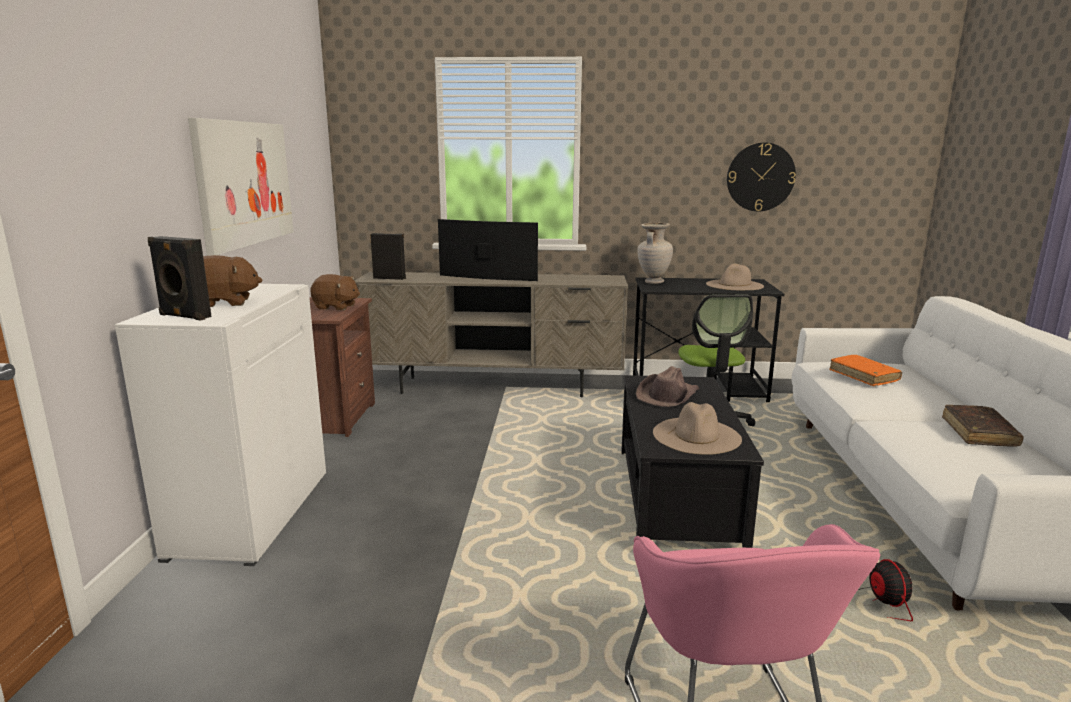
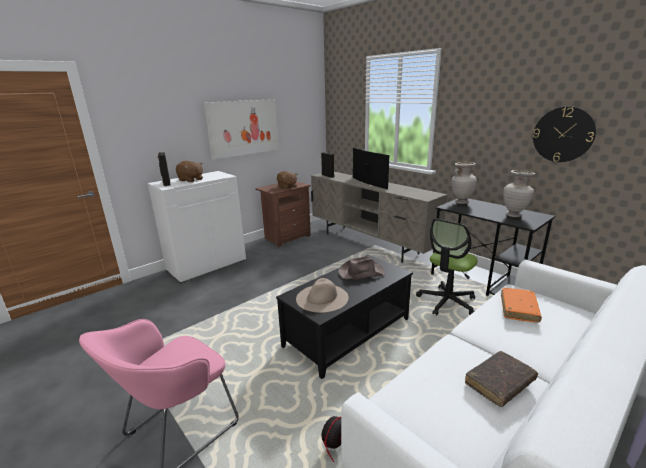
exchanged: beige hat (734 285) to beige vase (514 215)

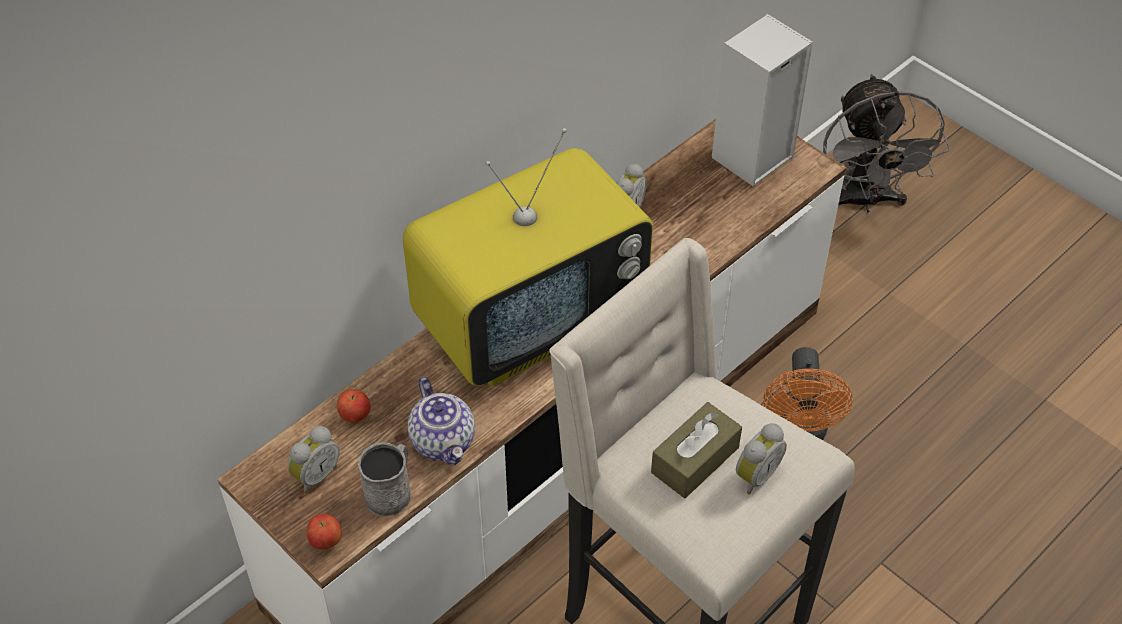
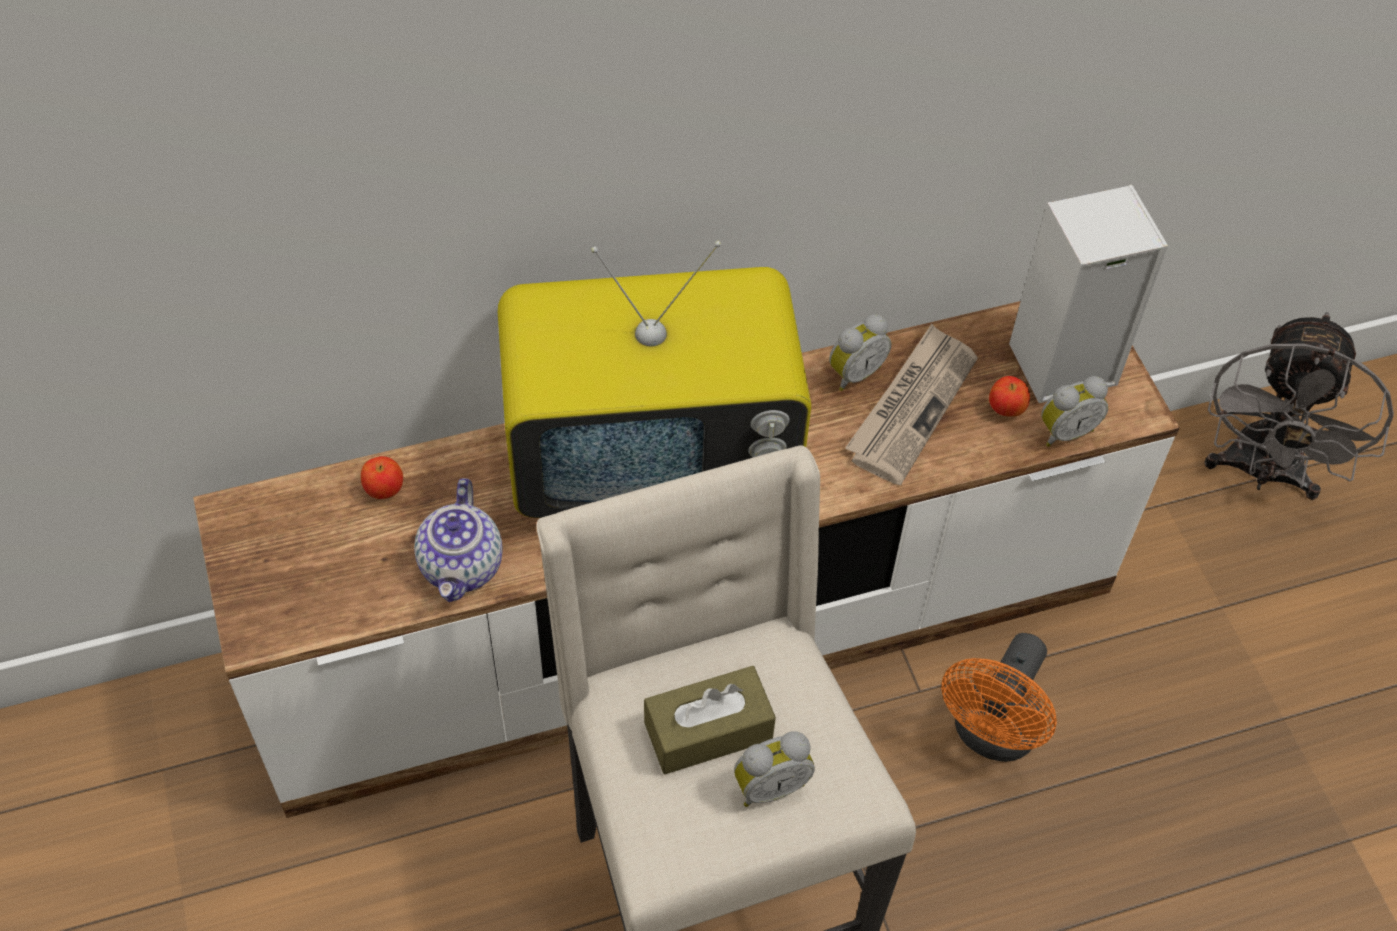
missing: grey mug (391 491)
appeared: newspaper (911 406)
relocated: apple (326 541) to (1006 409); alarm clock (315 475) to (1065 431)

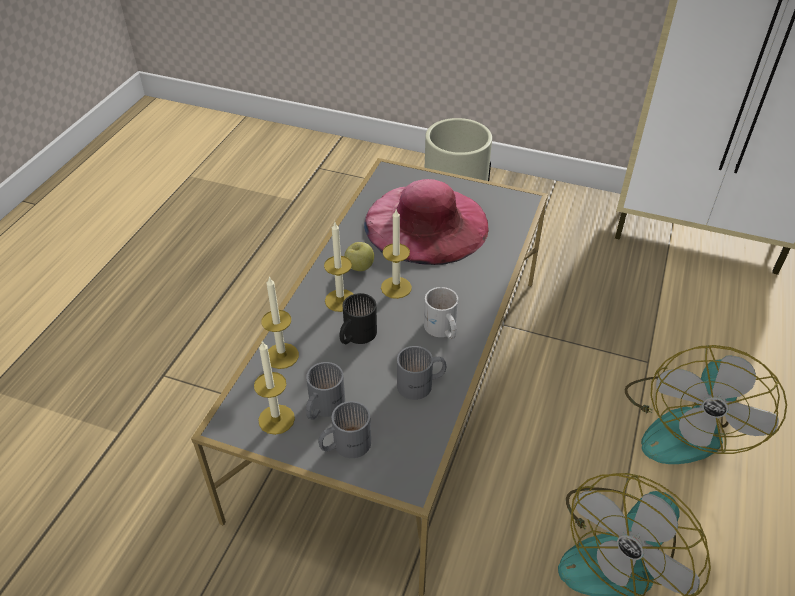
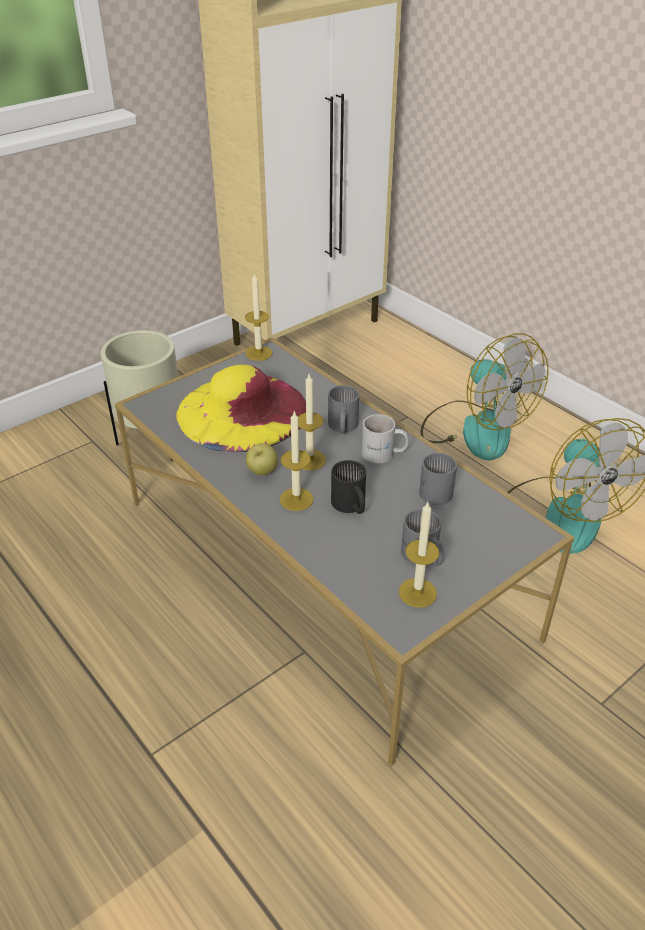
relocated: candle (282 356) to (259 353); grey mug (345 444) to (341 427)
colour: pink hat (426 223) to yellow hat (242 411)

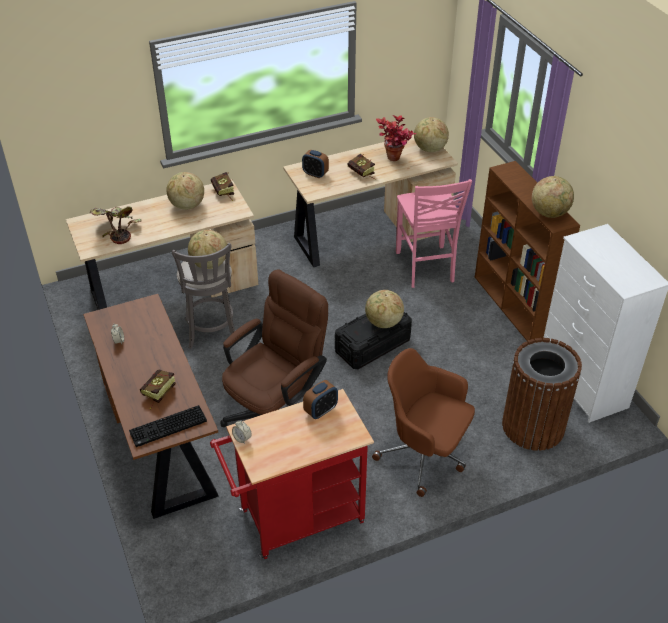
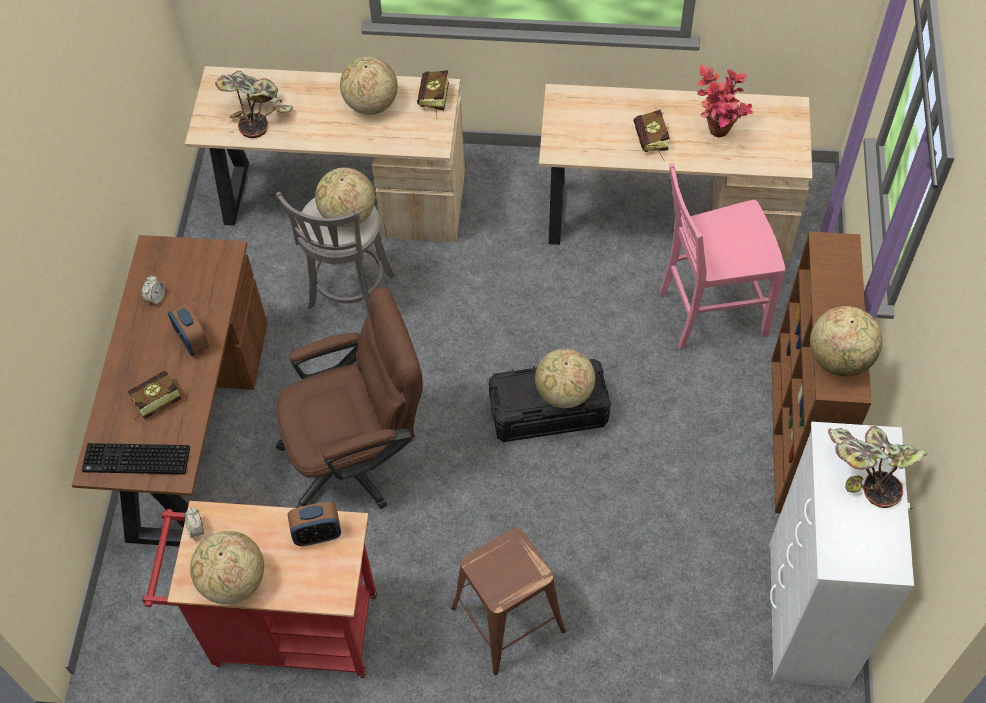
missing: brown trash can (533 426)
appeared: potted plant (867 470)
relocated: alarm clock (315 174) to (192 341); globe (429 149) to (233 581)
exchanged: brown office chair (424 455) to brown stool (507 618)
spun: pink chair (425 267) = (709 312) 60 degrees clockwise

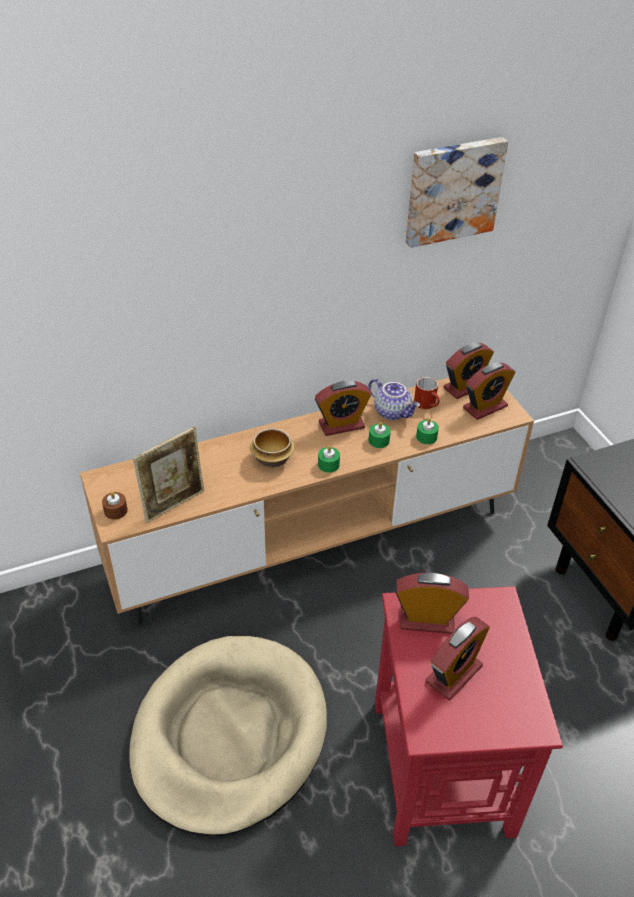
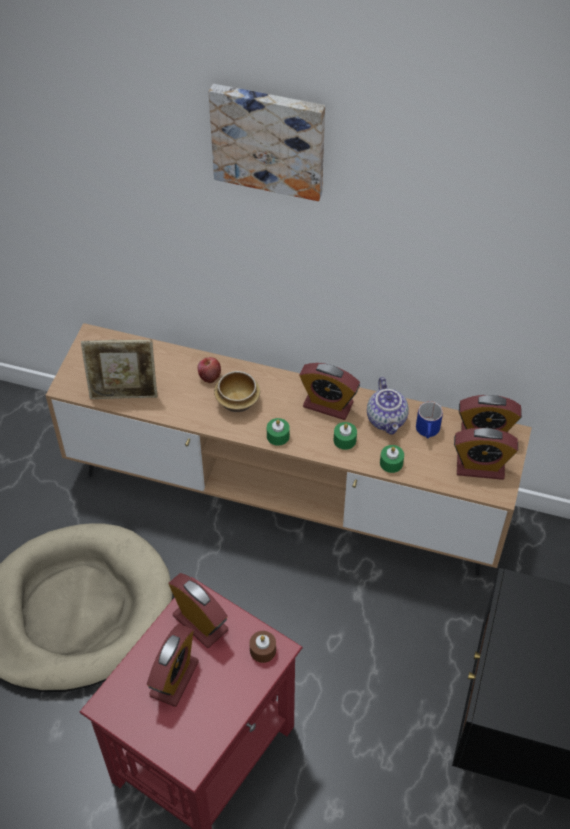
appeared: apple (209 375)
relocated: picture (452 190) to (269 139); brown candle (115 510) to (263 650)
colour: red mug (428 404) to blue mug (428 431)
spun: alarm clock (453 674) = (174 678) 60 degrees counterclockwise

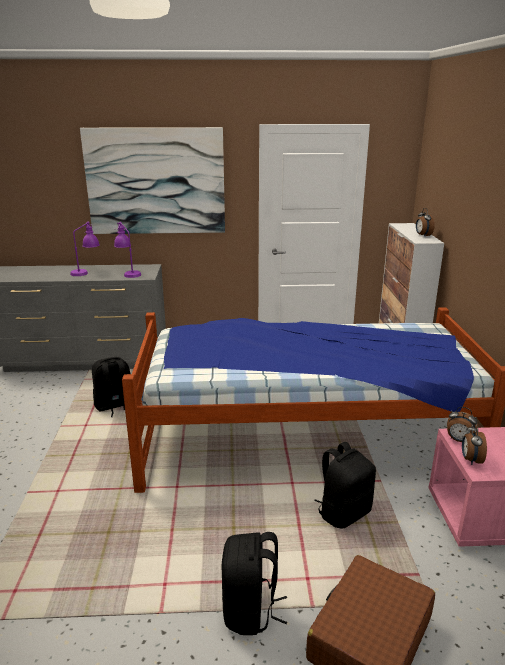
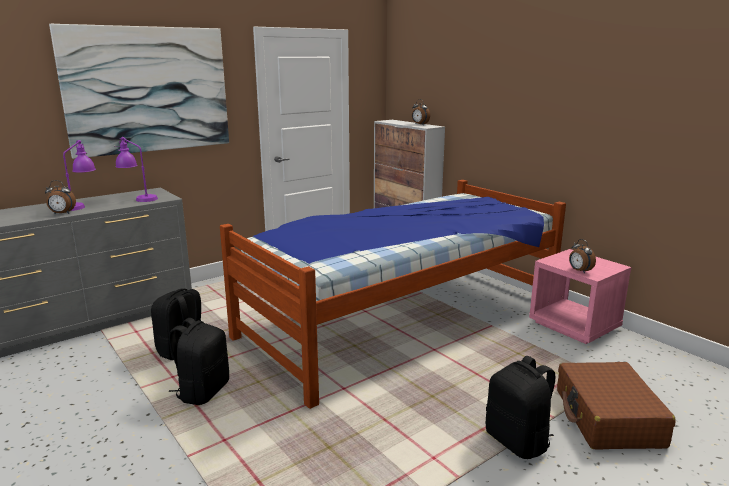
relocated: alarm clock (459 440) to (62 213); black backpack (343 512) to (202 391)

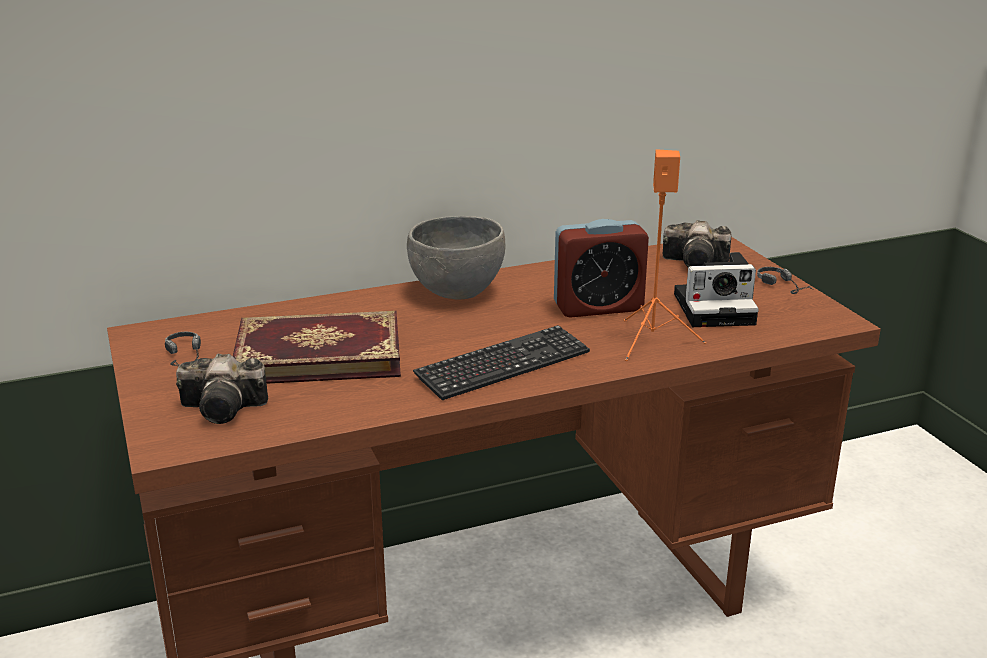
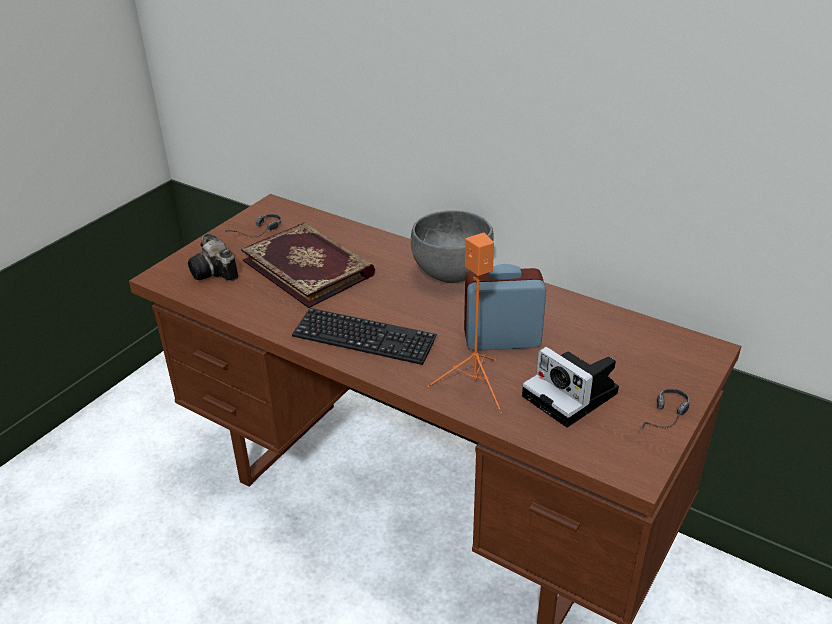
missing: photo camera (698 263)
spun: alarm clock (598 307) = (502 339) 135 degrees clockwise

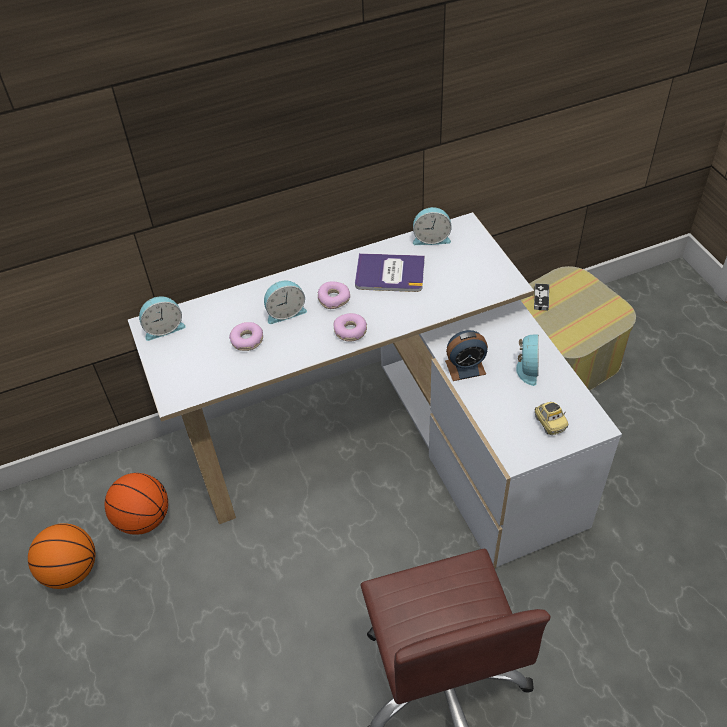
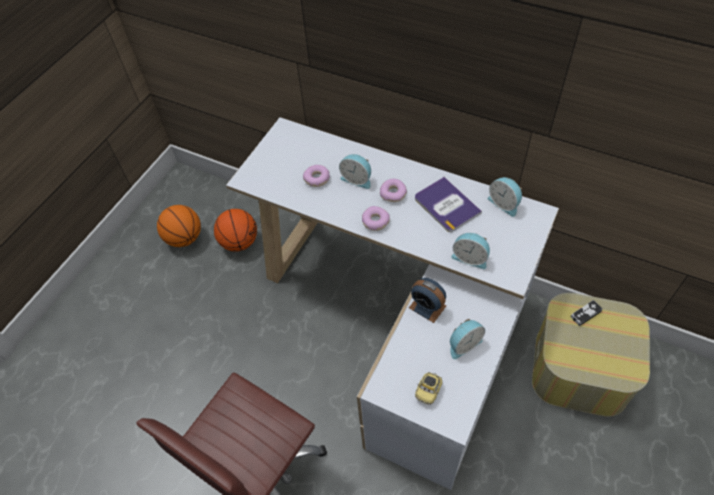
relocated: alarm clock (163 328) to (470 257)

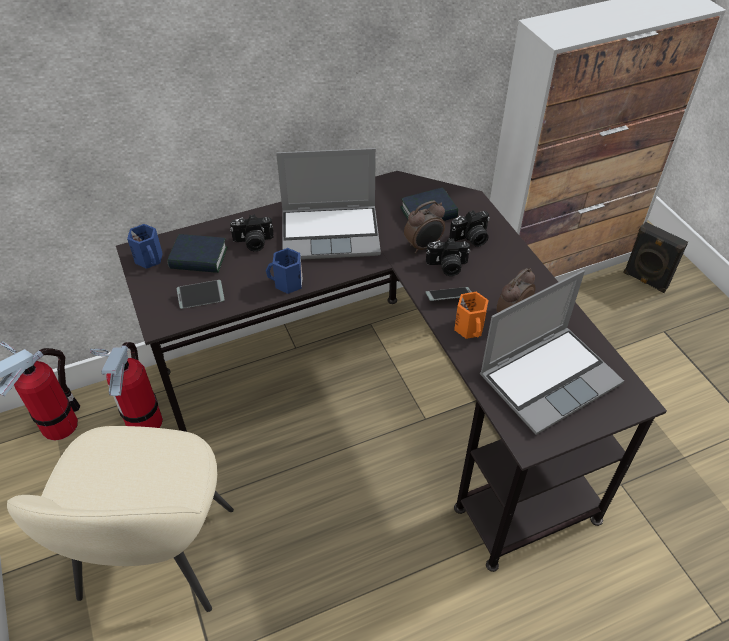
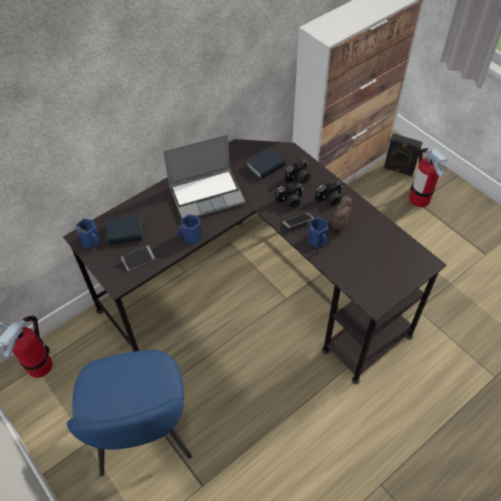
missing: alarm clock (424 246); laptop (549 378)
relocated: photo camera (253 242) to (330 199); fire extinguisher (144 421) to (419 199)
colour: beige chair (156 557) to blue chair (143 434); orange mug (470 328) to blue mug (318 240)

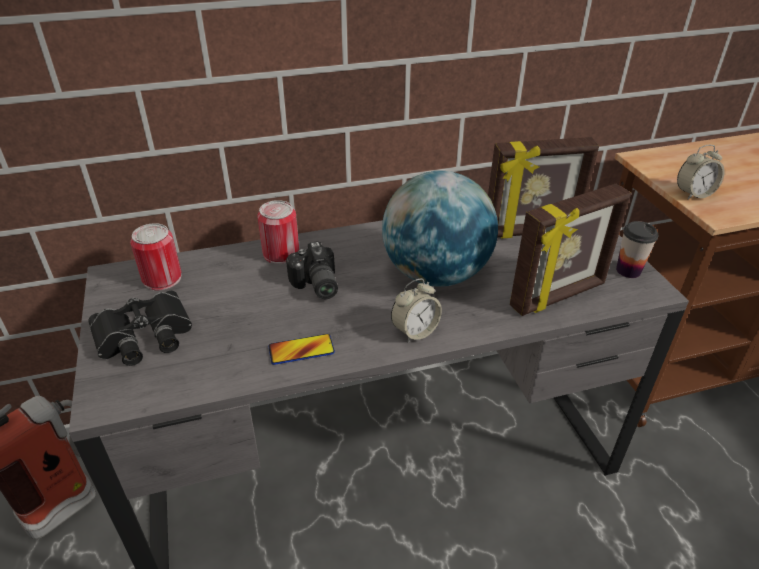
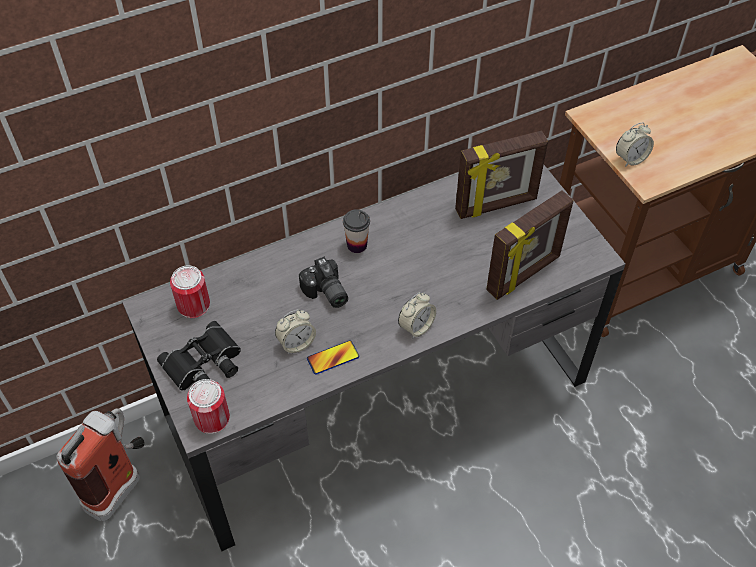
missing: globe (435 274)
appeared: alarm clock (296 343)
relocated: can (281 253) to (212 418); cup (628 270) to (357 245)

